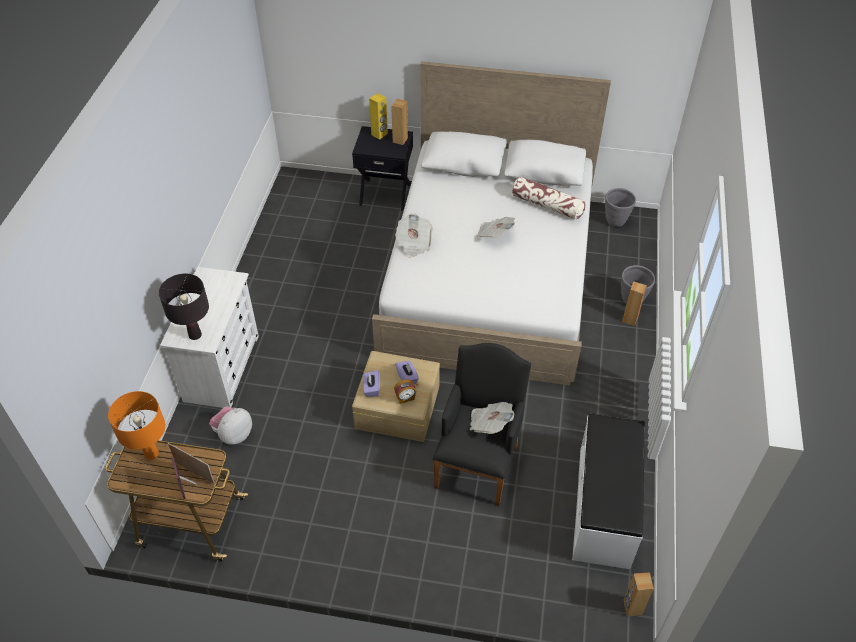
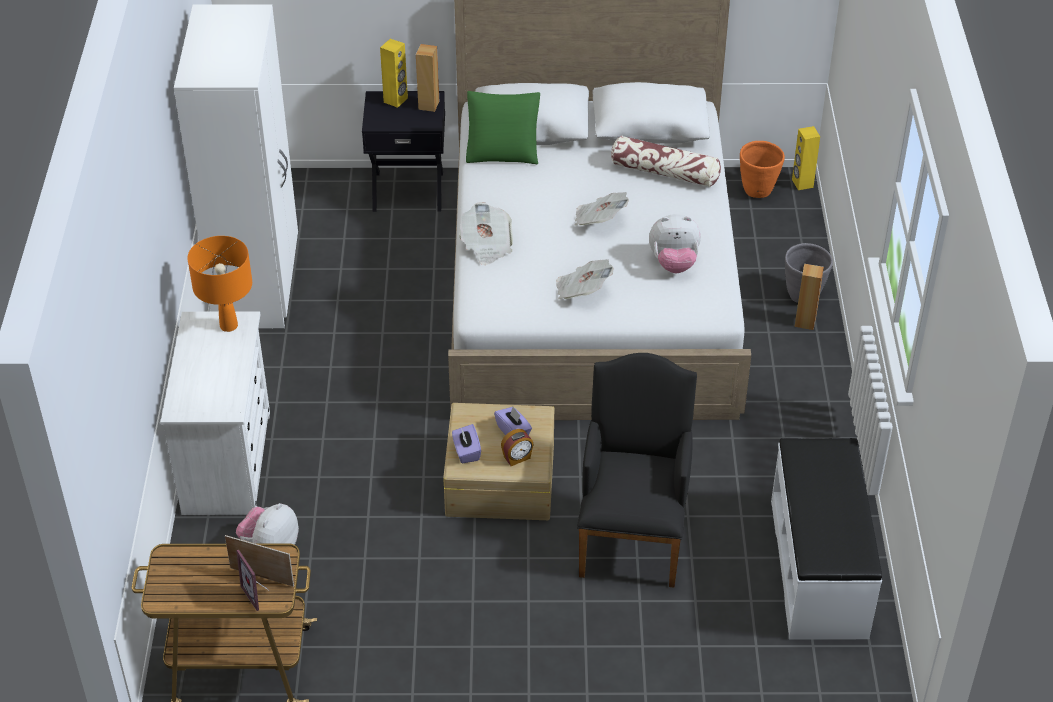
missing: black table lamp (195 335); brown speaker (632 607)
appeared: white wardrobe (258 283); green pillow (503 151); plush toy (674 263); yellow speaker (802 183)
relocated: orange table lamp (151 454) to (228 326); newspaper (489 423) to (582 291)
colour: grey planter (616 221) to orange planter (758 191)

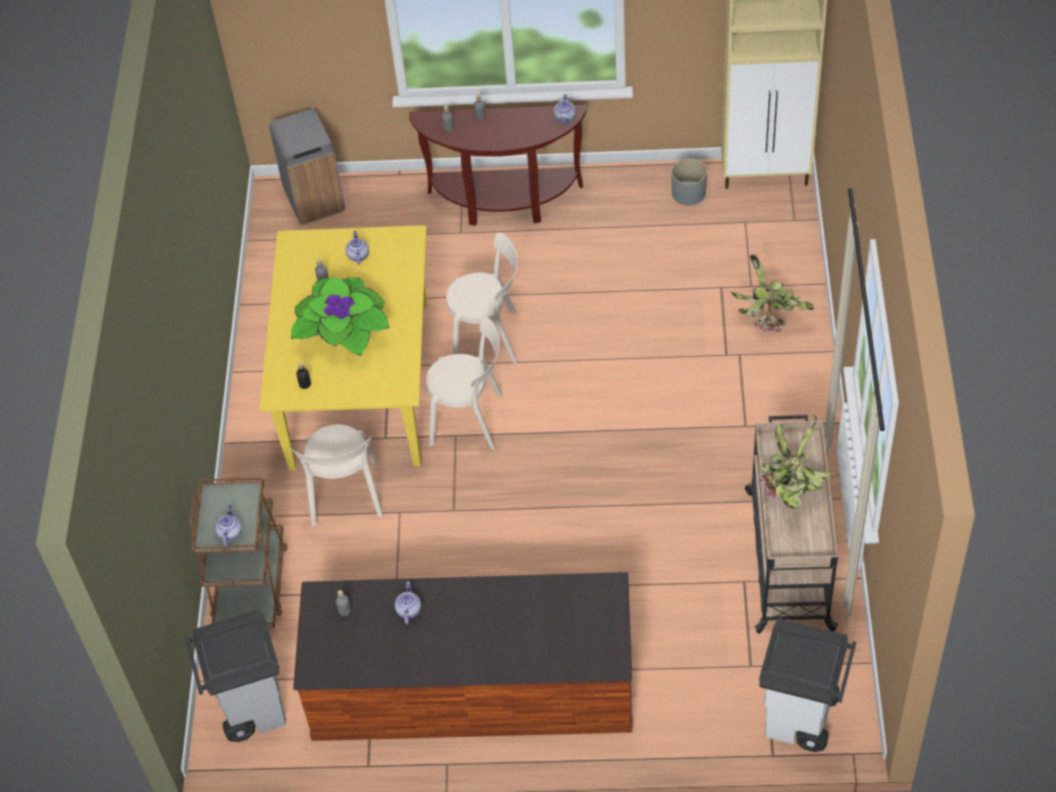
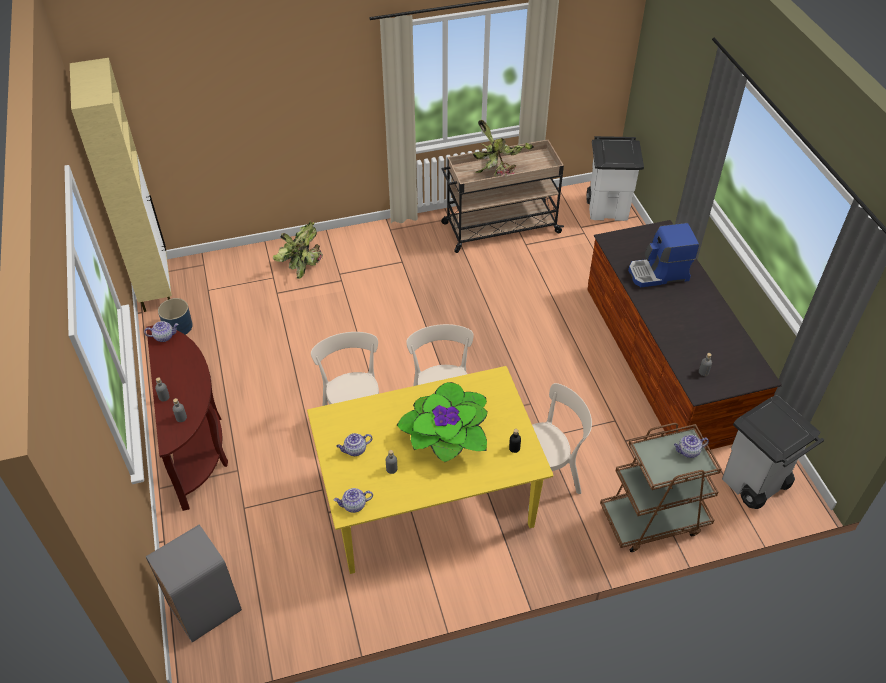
appeared: coffee machine (658 274)
relocated: teapot (408 610) to (354 505)
colour: grey planter (689 193) to blue planter (178 326)

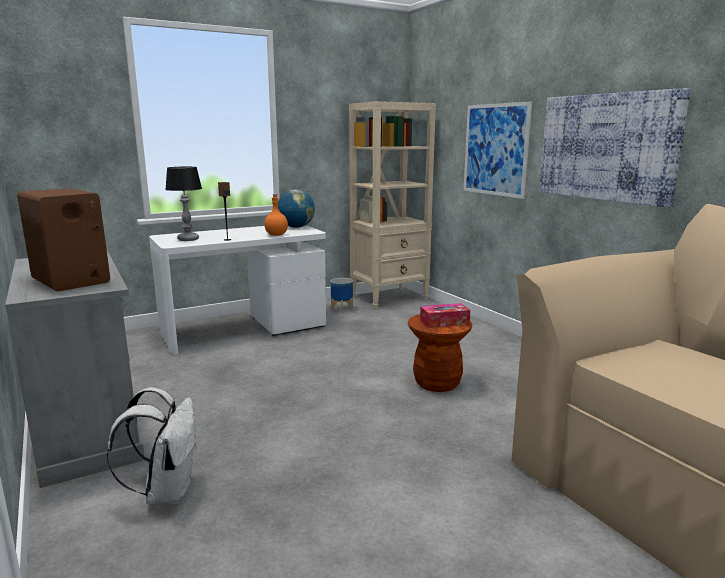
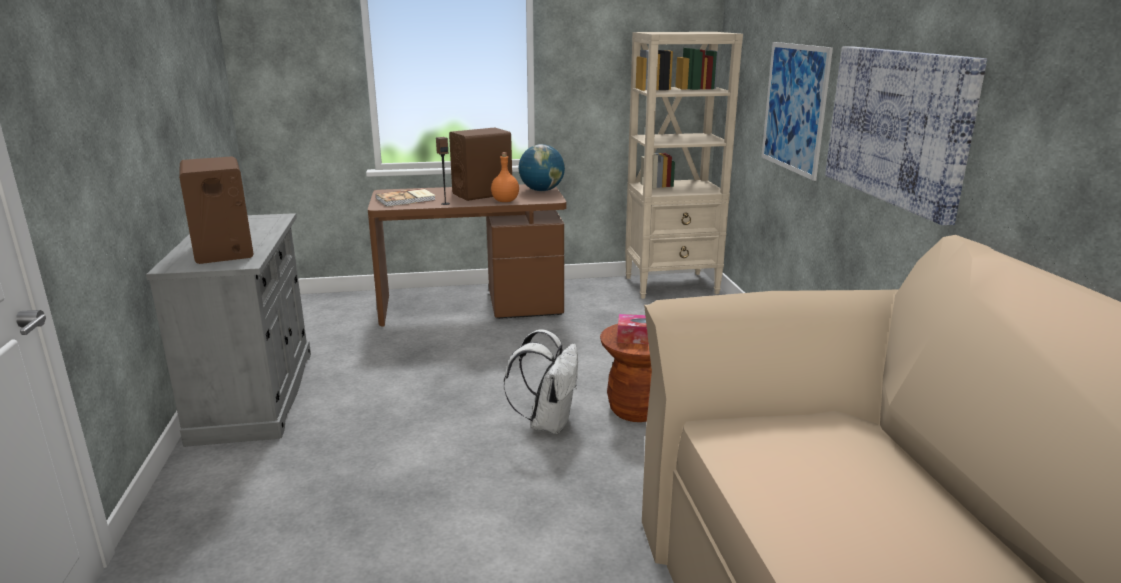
missing: planter (342 309)
appeared: brown speaker (482 194)
relocated: white backpack (167 491) to (548 423)
exchanged: table lamp (188 239) to book (406 199)
colour: white desk (245 329) to brown desk (472 306)

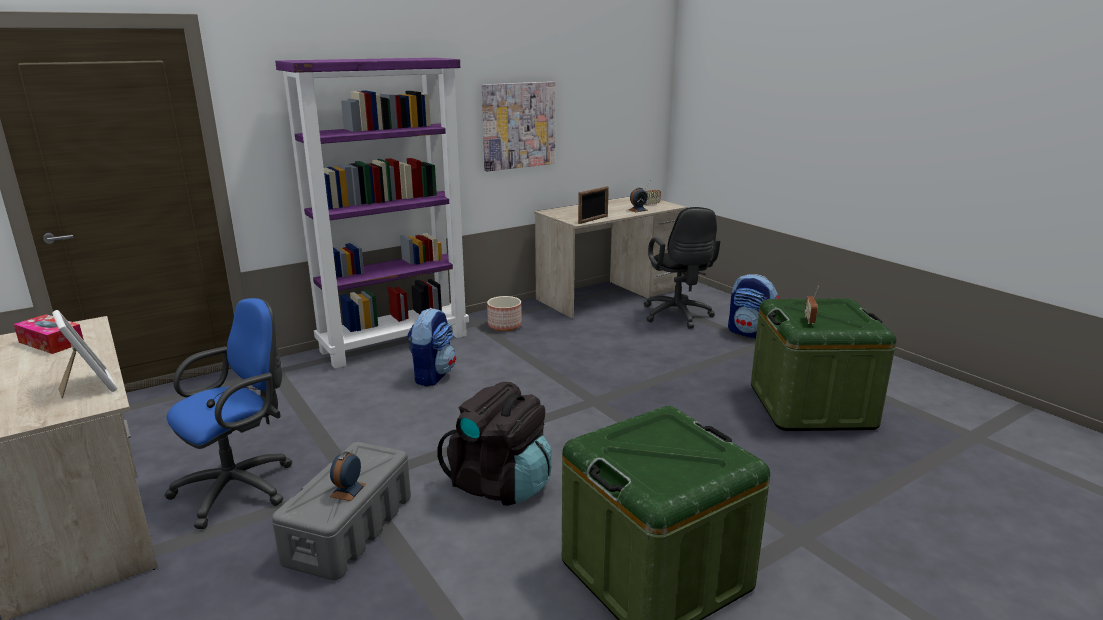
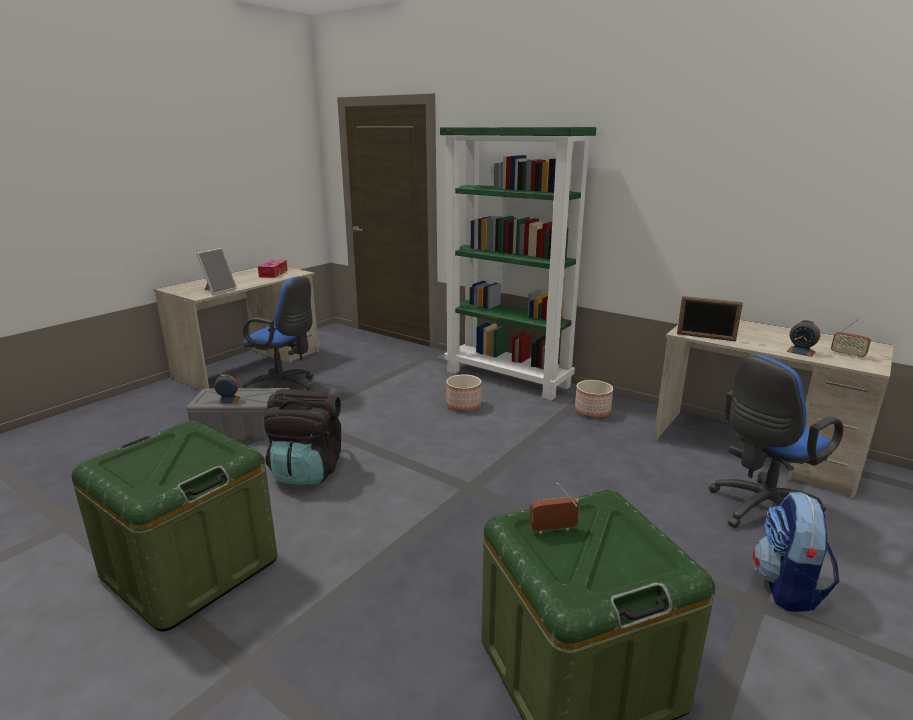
missing: picture (518 125)
exchanged: backpack (432 375) to planter (464 405)
colour: purple bookcase (395 342) to green bookcase (508 378); black office chair (678 316) to blue office chair (760 511)

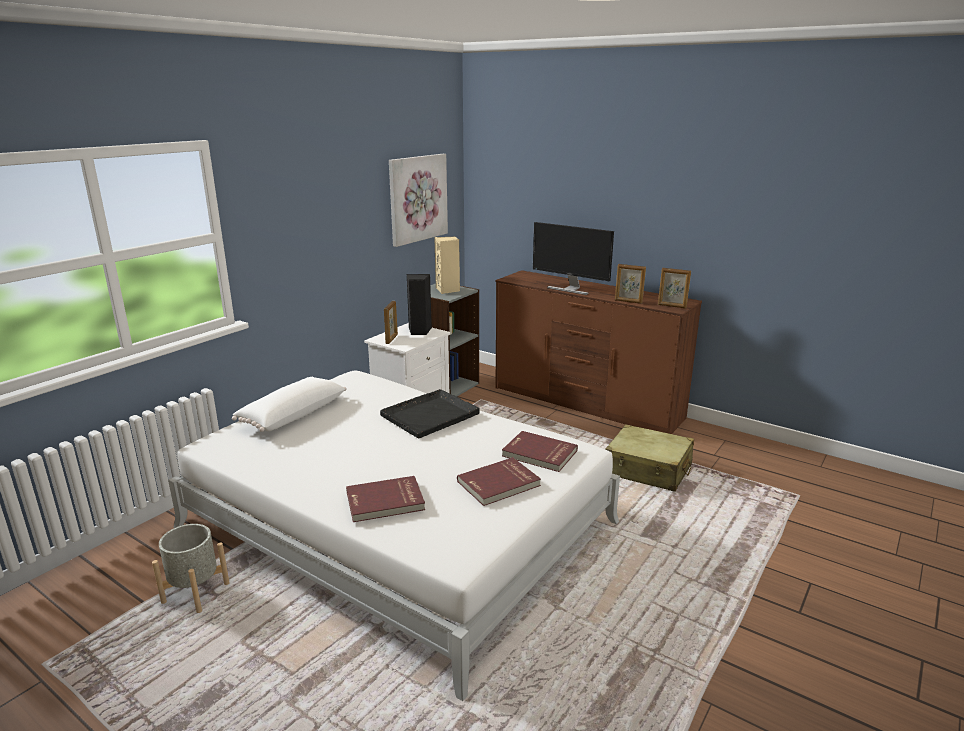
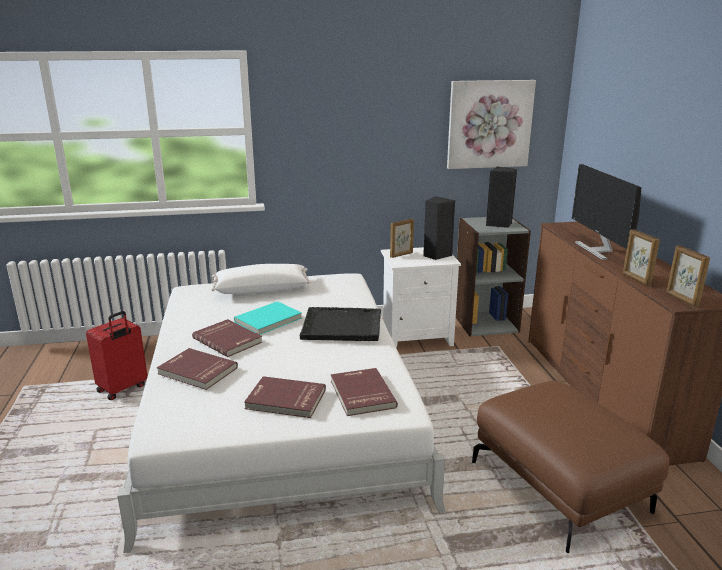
appeared: red book (228 340); turquoise book (269 320)
exchanged: grey planter (196 593) to red suitcase (123 389); beige suitcase (648 470) to brown ottoman (560 486)
colour: beige speaker (448 290) to black speaker (499 224)

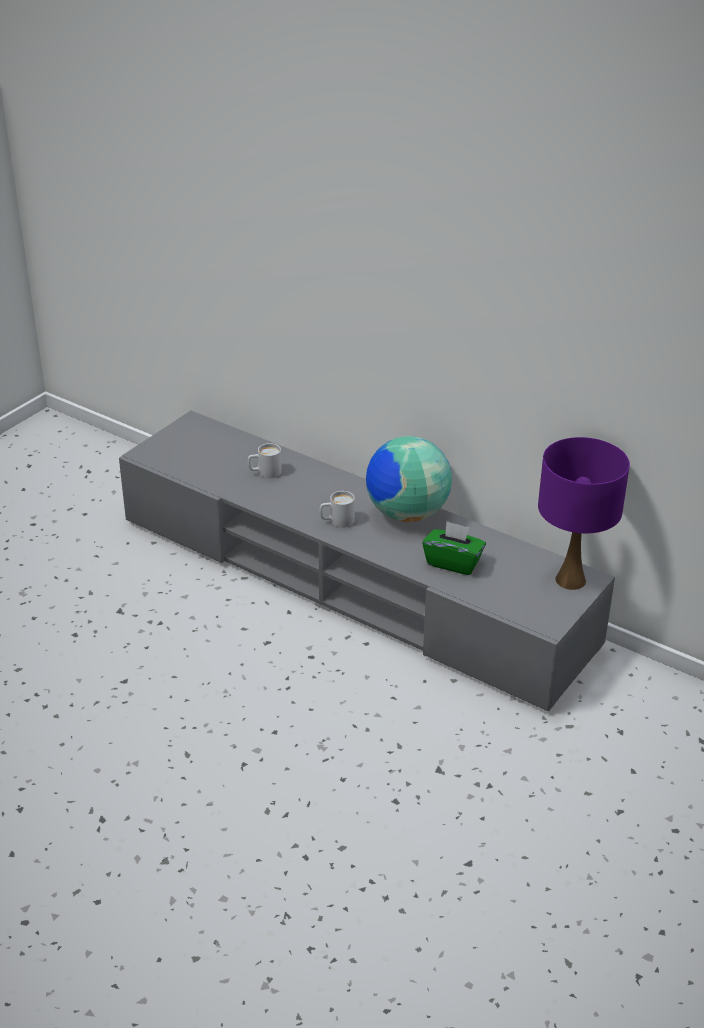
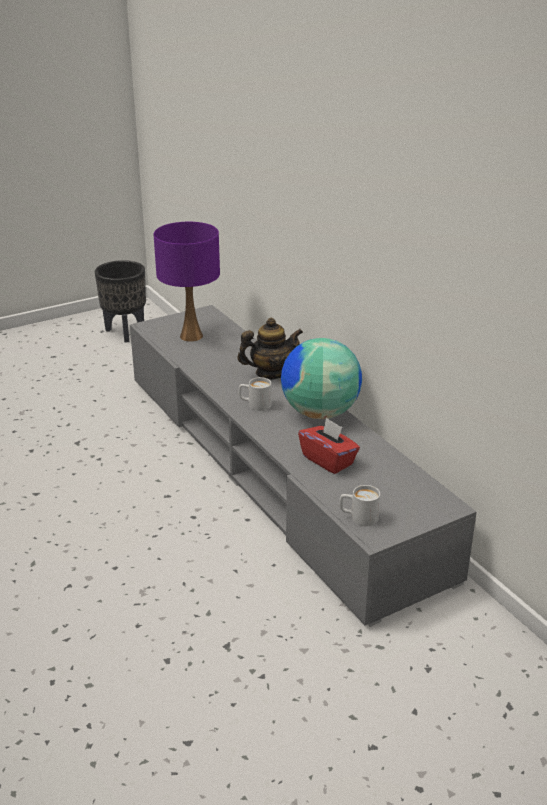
appeared: black planter (126 333); teapot (270 373)
relocated: purple table lamp (571 580) to (191 336); white mug (264 472) to (358 517)
colour: green tissue box (453 562) to red tissue box (328 460)

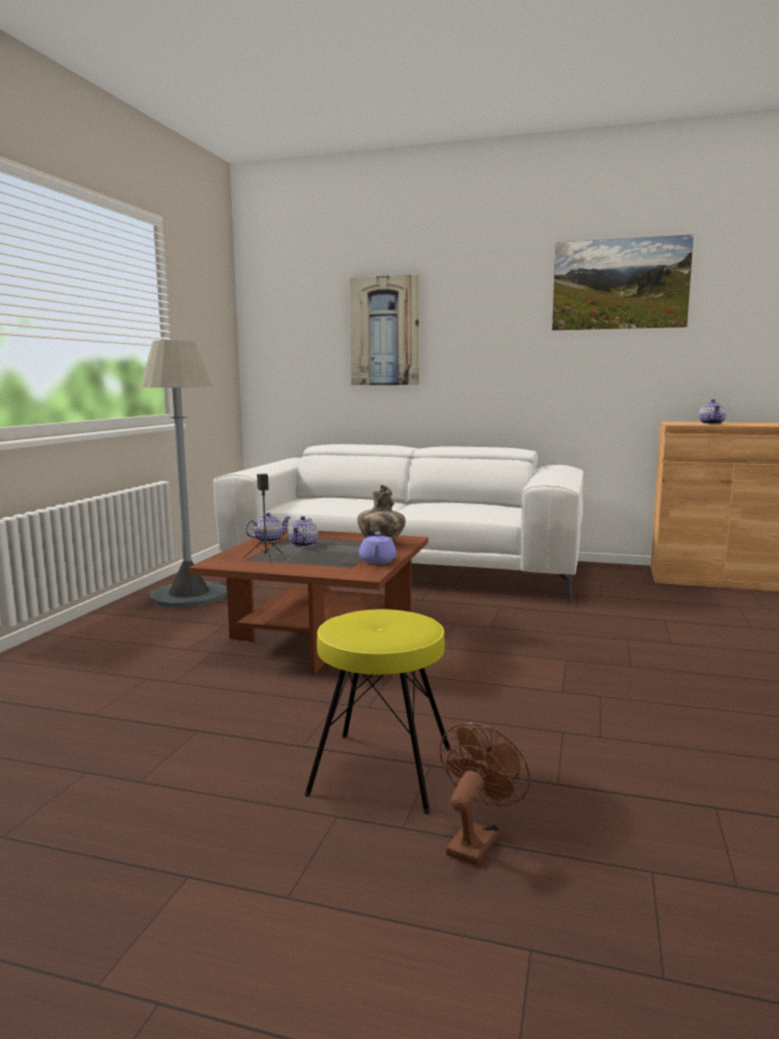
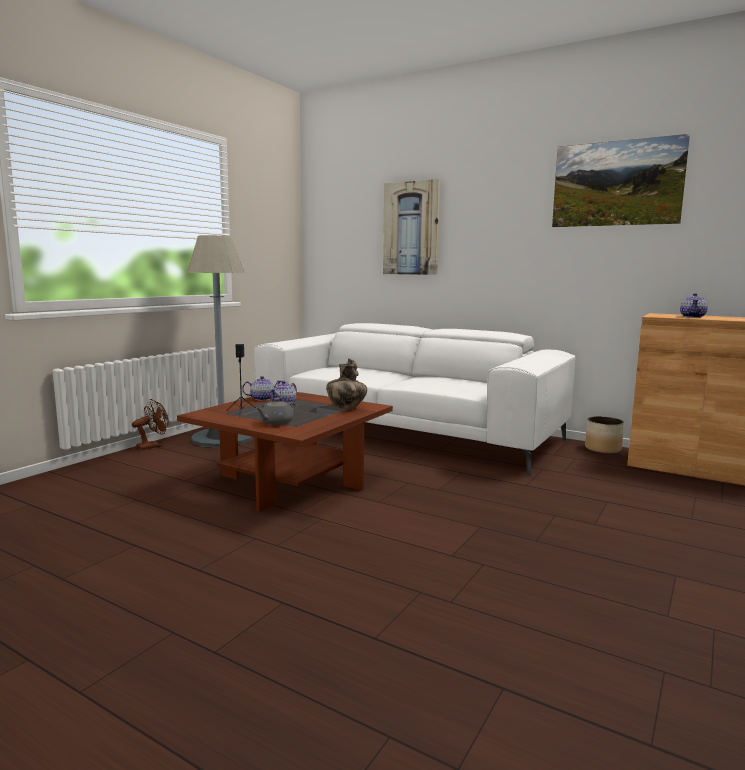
missing: yellow stool (380 771); purple teapot (377 561)
appeared: grey teapot (276 423); planter (603 449)
relocated: brown fan (476 839) to (153 446)

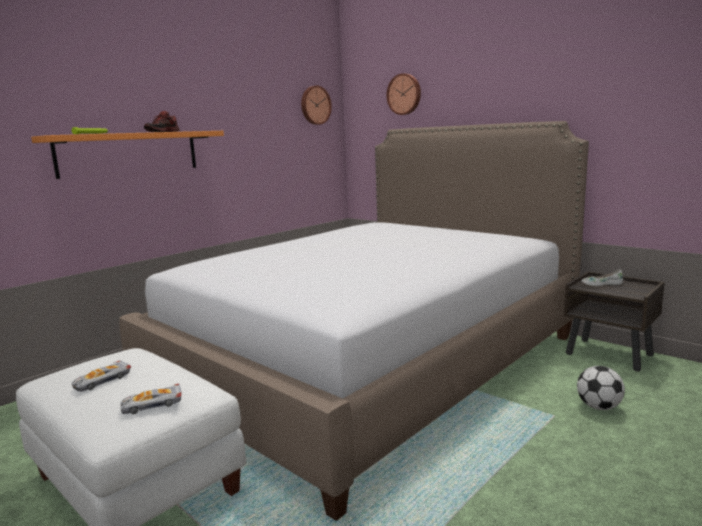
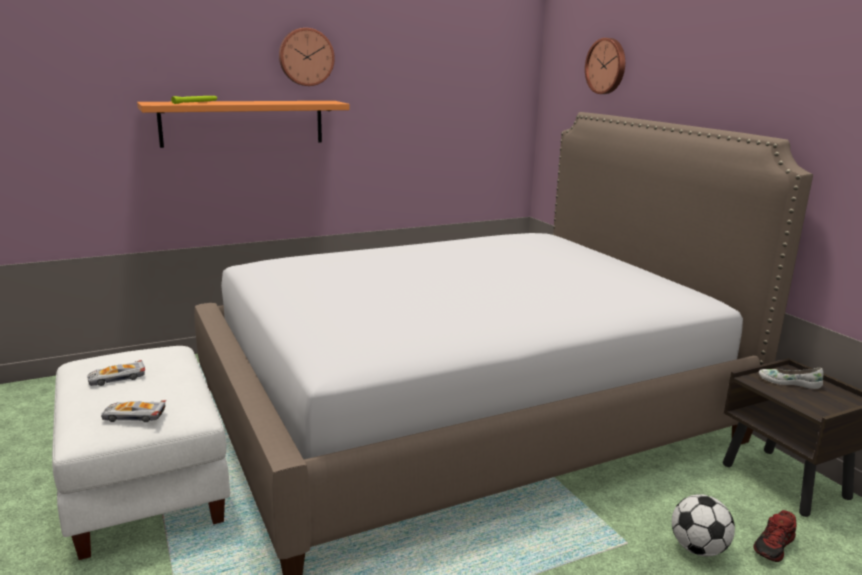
relocated: wall clock (315 105) to (306 57); shoe (162 132) to (774 546)

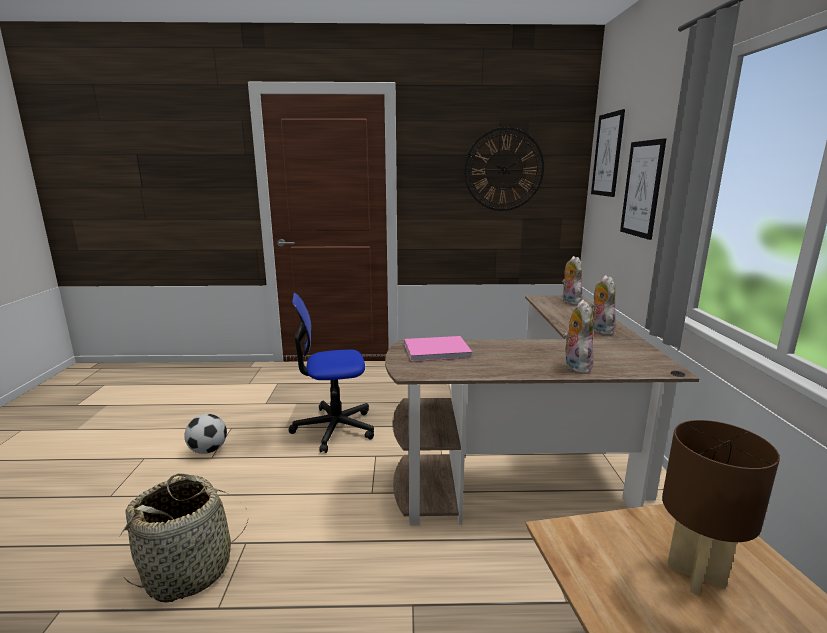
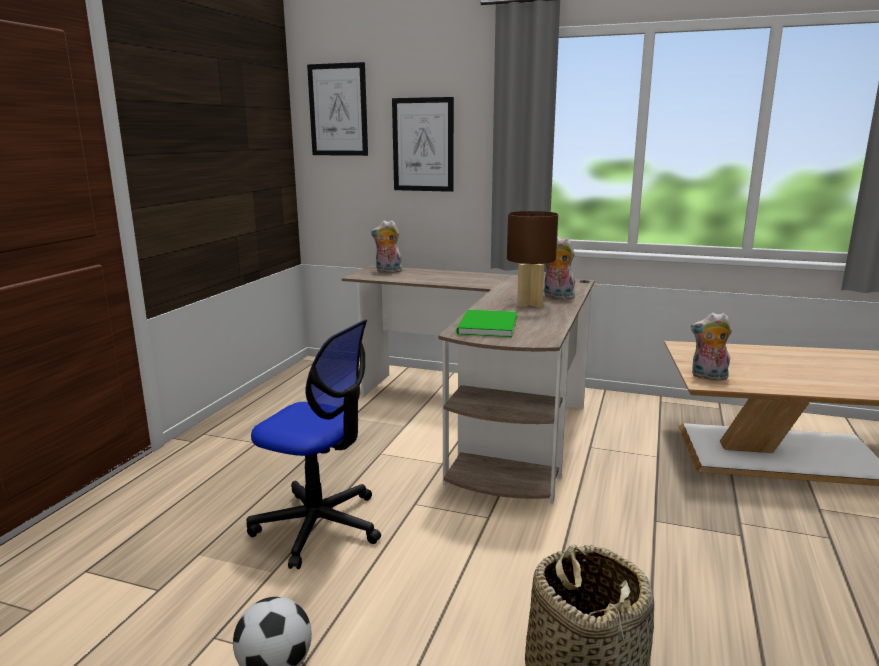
missing: wall clock (504 170)
relocated: brown table lamp (696 576) to (530 304); plush toy (599 330) to (708 377)
colour: pink book (434 350) to green book (485 326)
spun: office chair (334 428) = (319 526) 75 degrees counterclockwise

